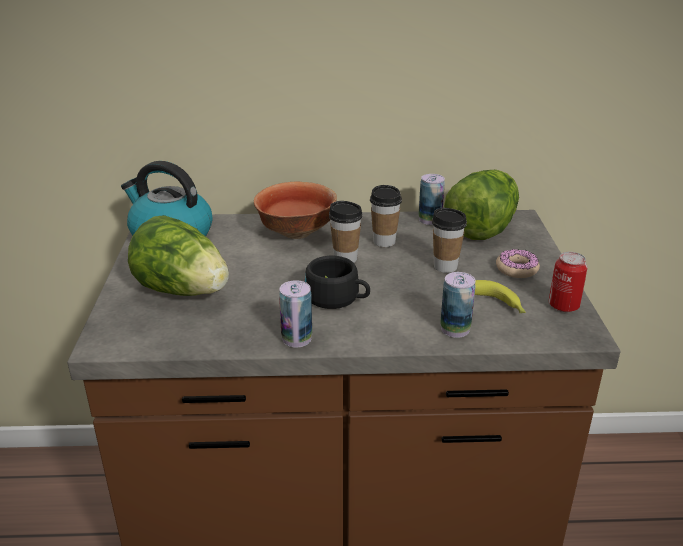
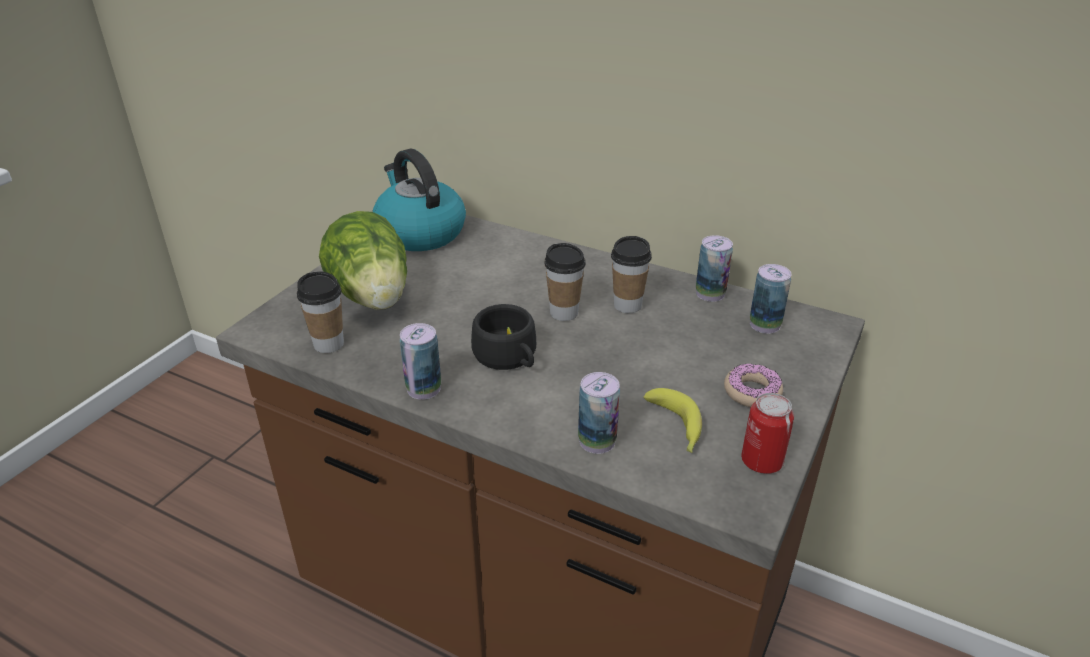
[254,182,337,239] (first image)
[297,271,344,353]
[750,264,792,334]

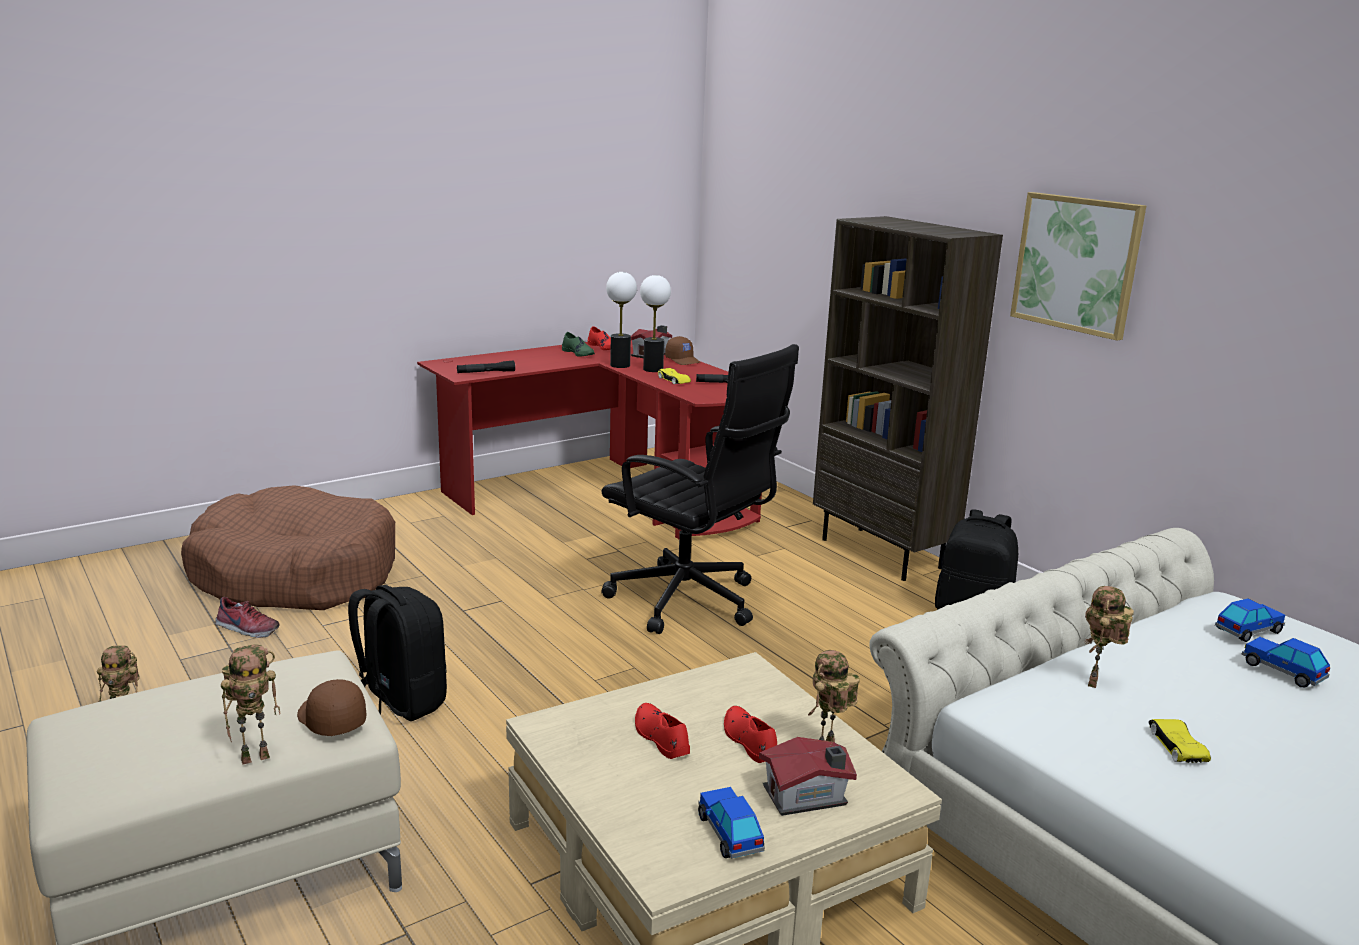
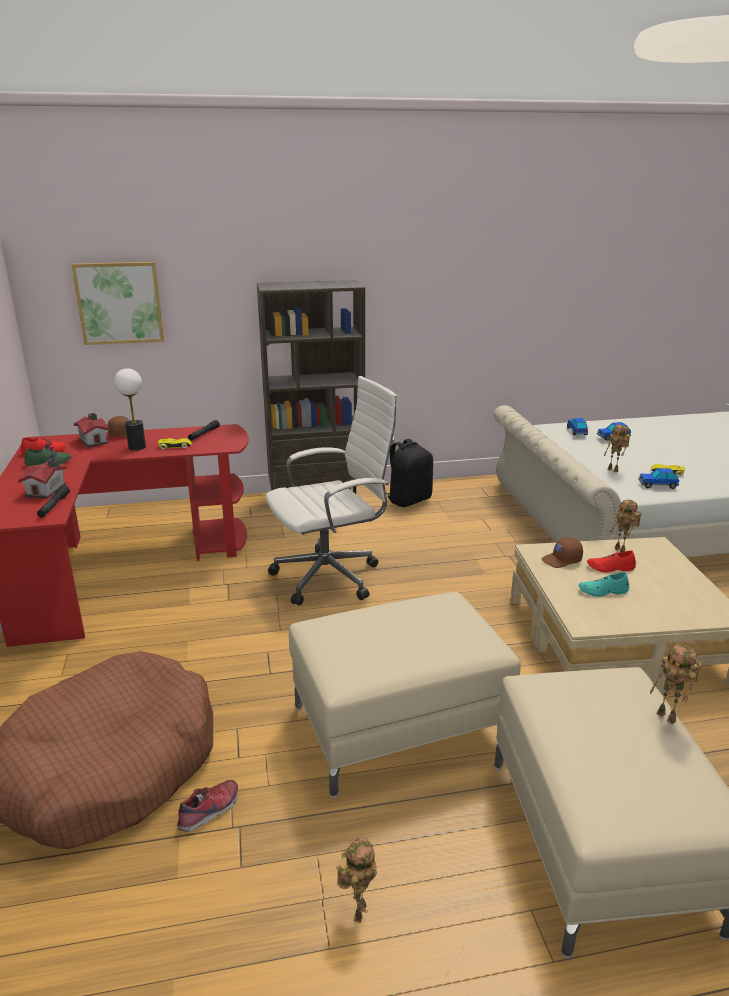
[606,272,637,368] (first image)
[542,537,583,568]
[638,468,679,489]
[18,458,67,498]
[71,262,164,345]
[289,592,521,798]
[265,376,398,606]
[578,572,629,597]
[650,644,701,724]

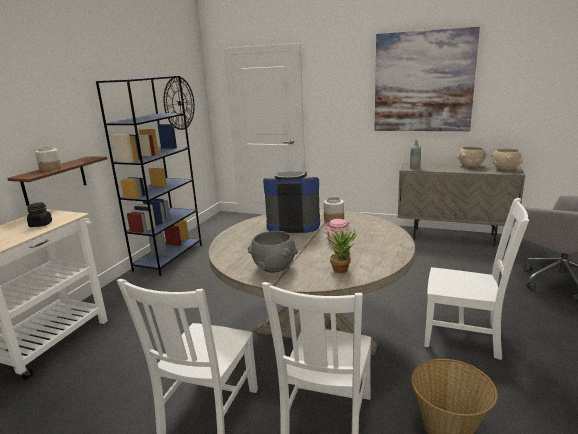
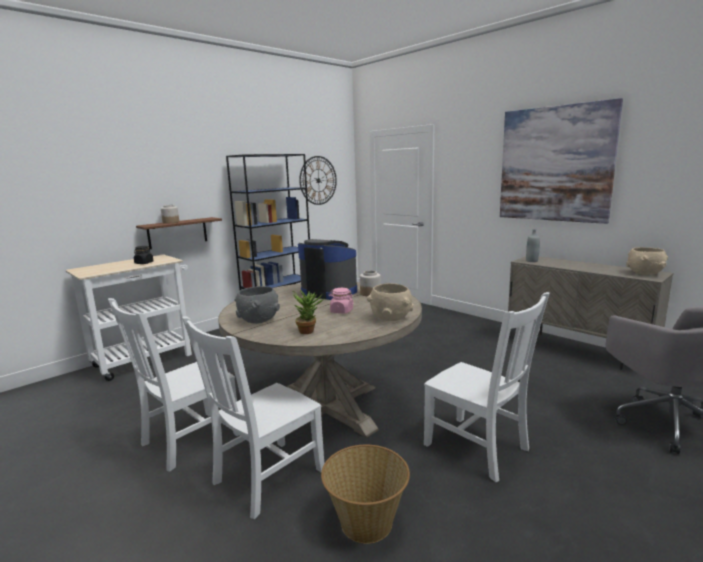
[367,283,414,321]

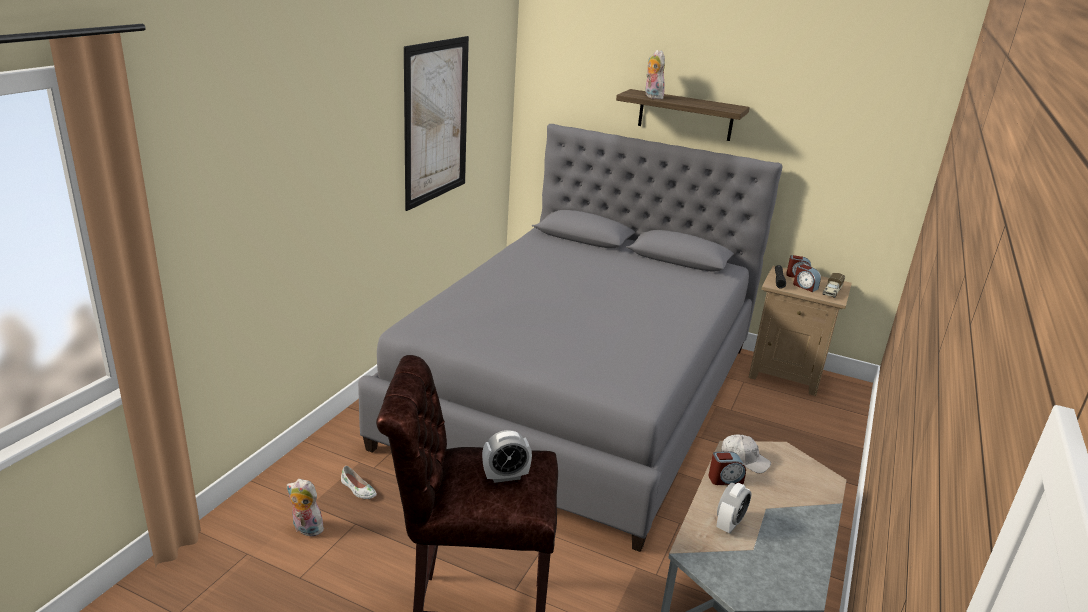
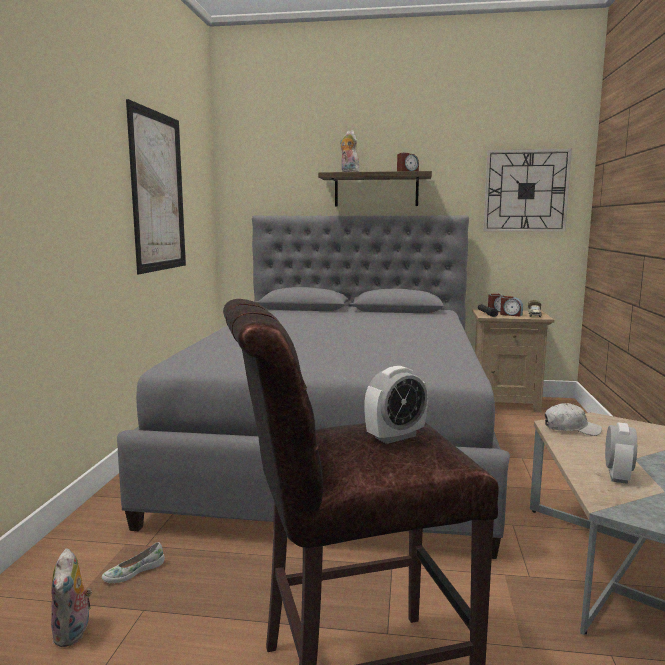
[483,149,572,232]
[397,153,419,171]
[51,548,92,647]
[102,542,165,583]

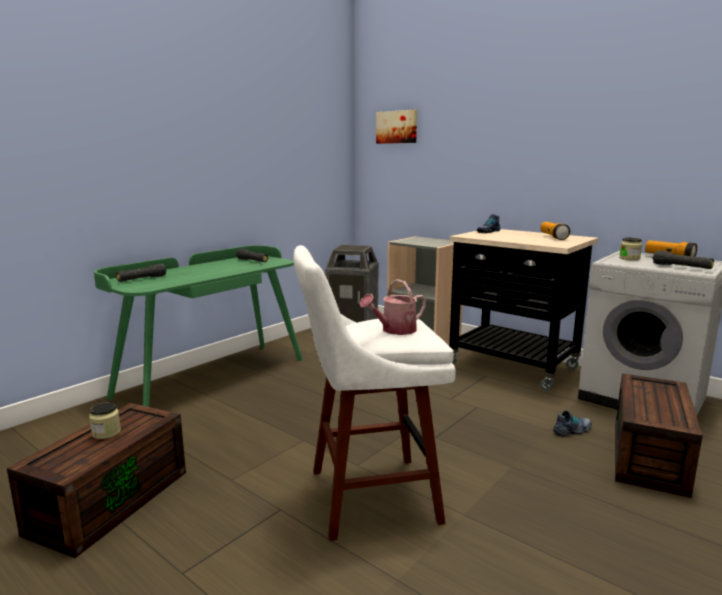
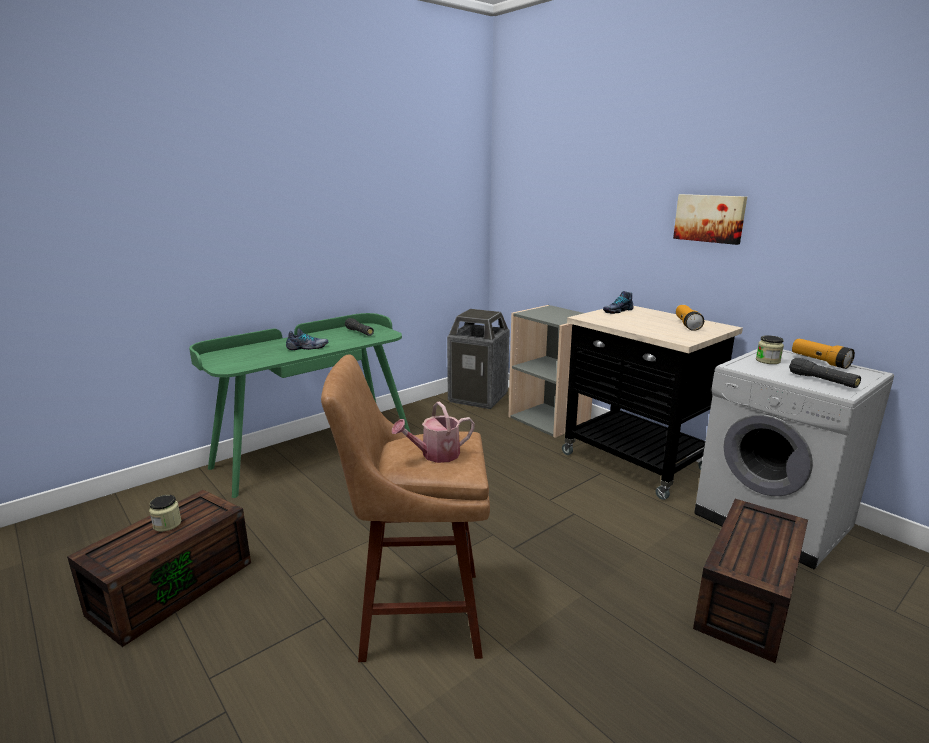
[116,264,166,282] (first image)
[673,194,747,245]
[286,329,328,350]
[321,354,490,662]

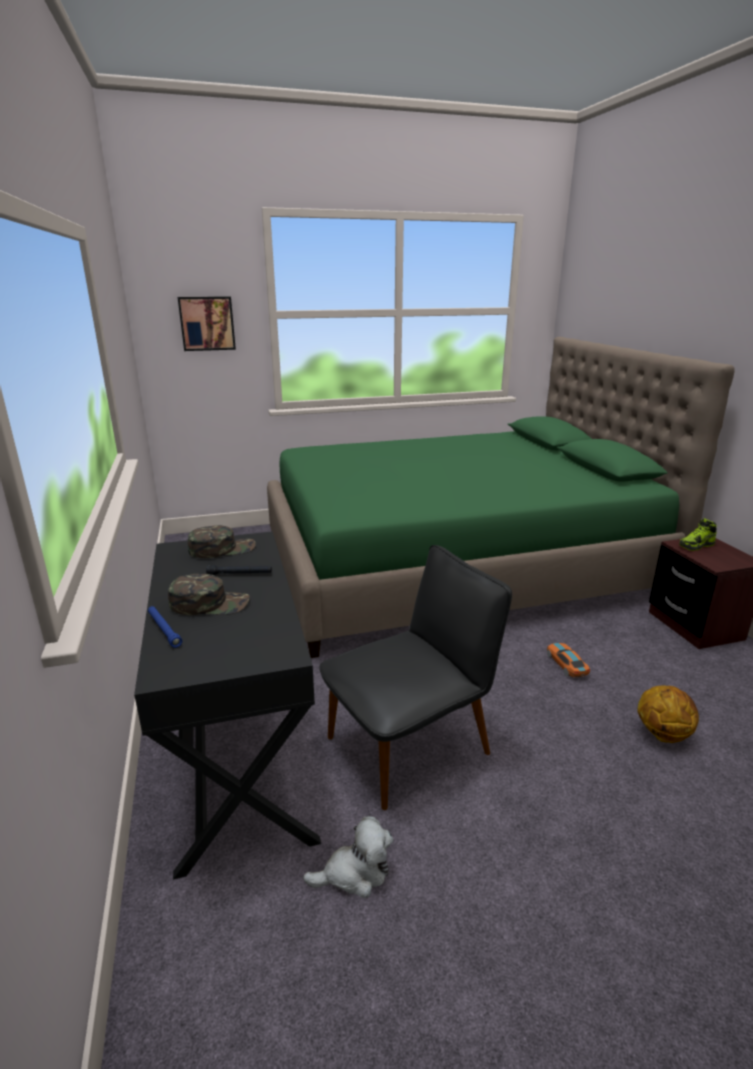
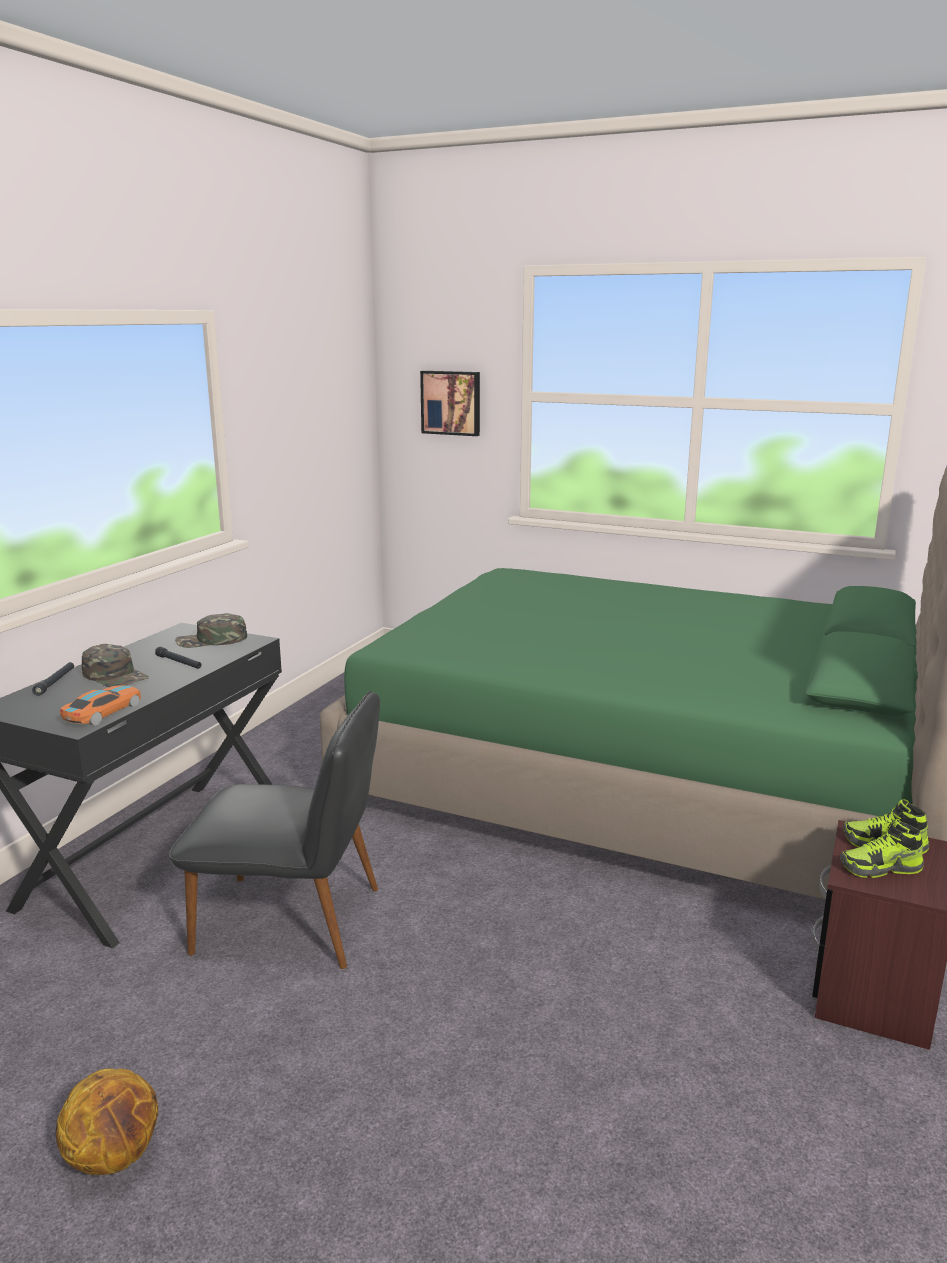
[303,816,393,898] (first image)
[840,819,924,878]
[60,685,141,725]
[56,1068,158,1175]
[32,662,74,696]
[175,613,247,648]

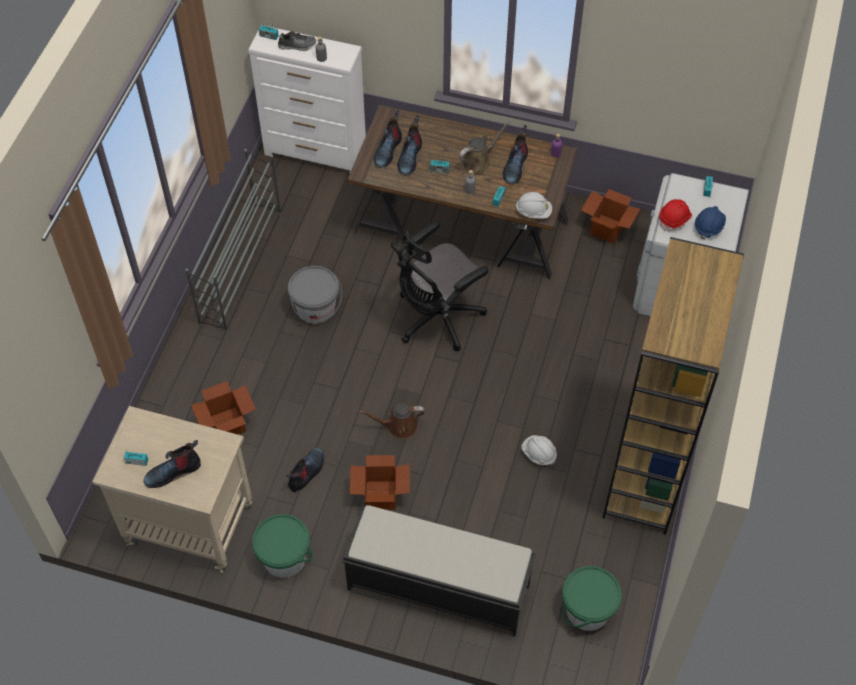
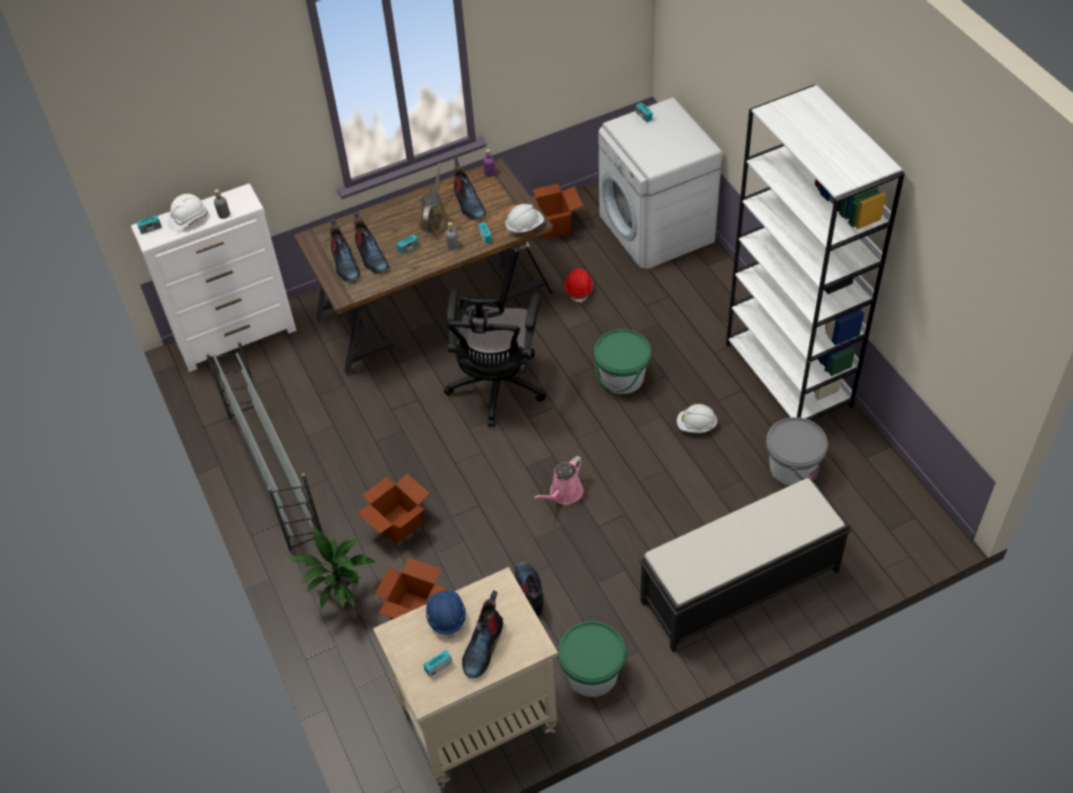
[285,525,376,610]
[766,417,828,486]
[357,474,430,545]
[594,329,651,394]
[565,269,593,303]
[426,591,466,638]
[167,194,208,232]
[534,456,583,505]
[726,85,905,421]

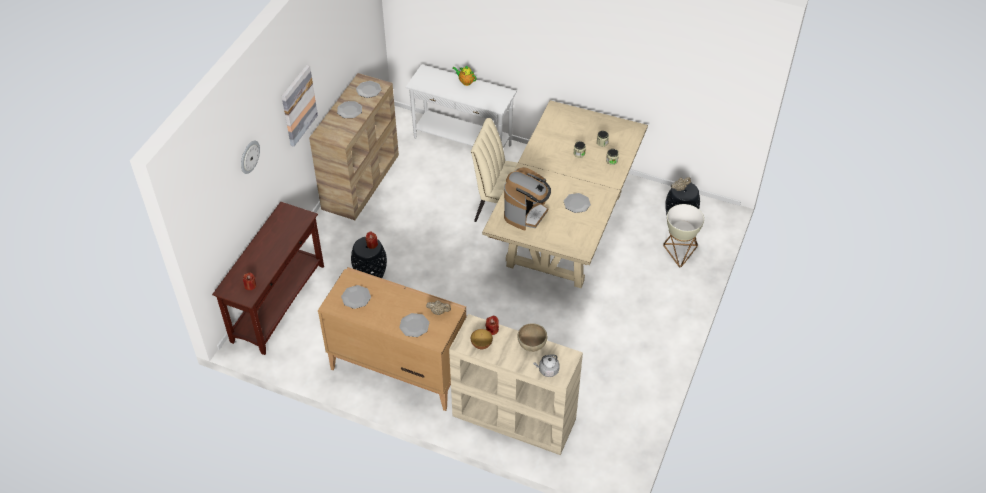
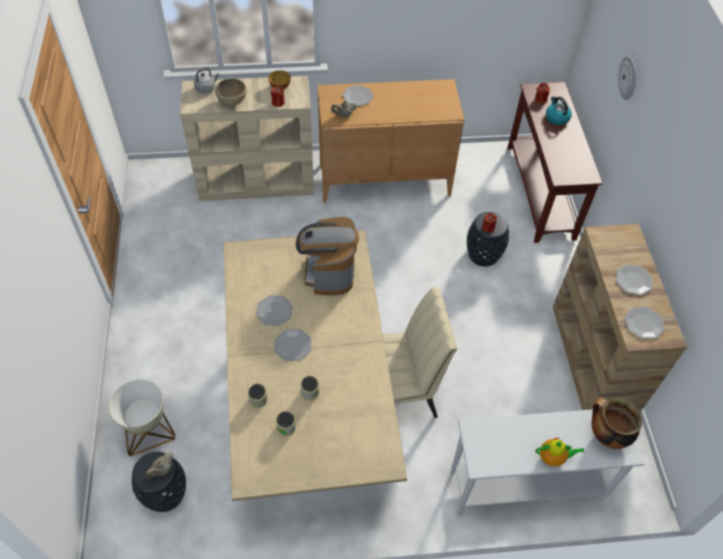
[282,65,318,147] (first image)
[546,96,572,125]
[592,398,642,449]
[275,329,311,361]

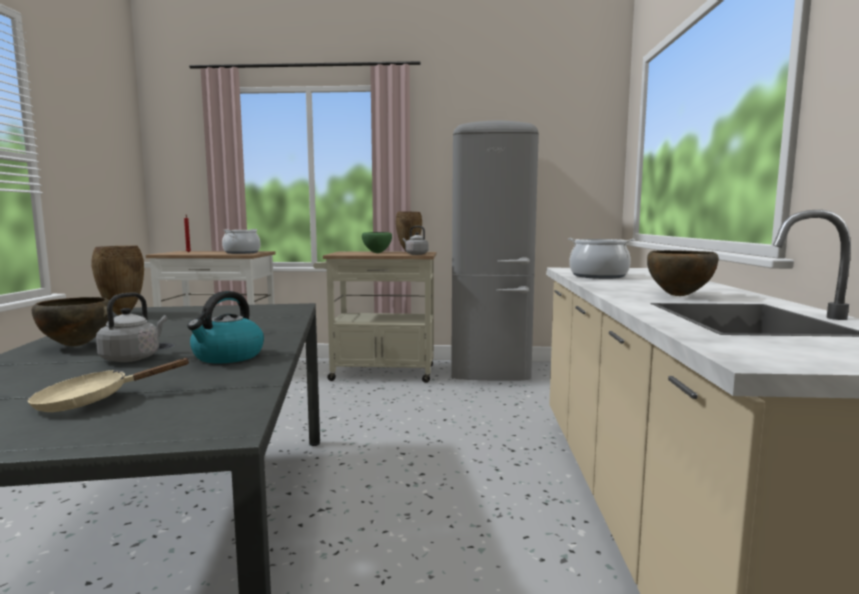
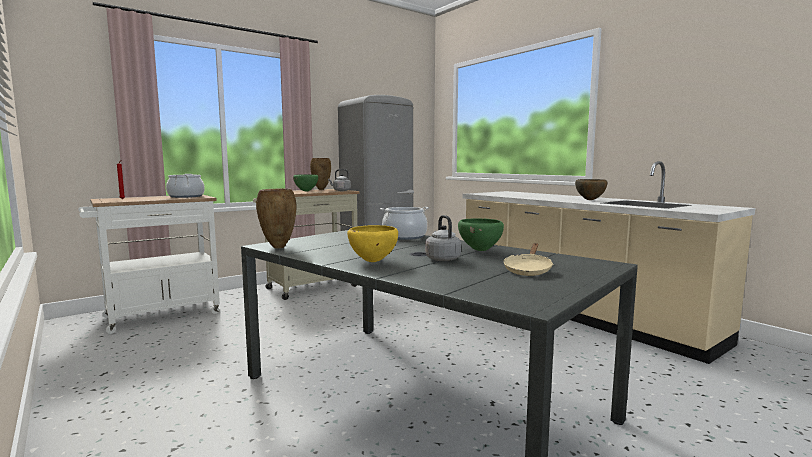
[380,207,429,240]
[458,218,504,251]
[347,225,398,262]

